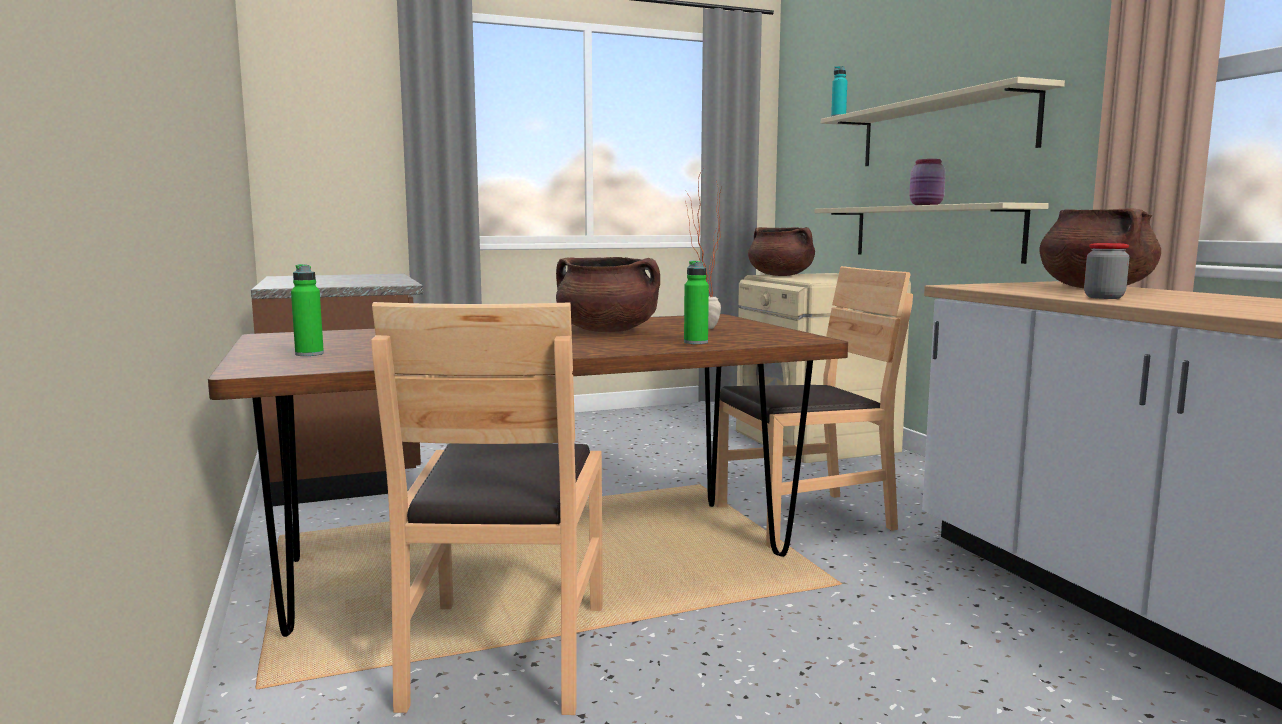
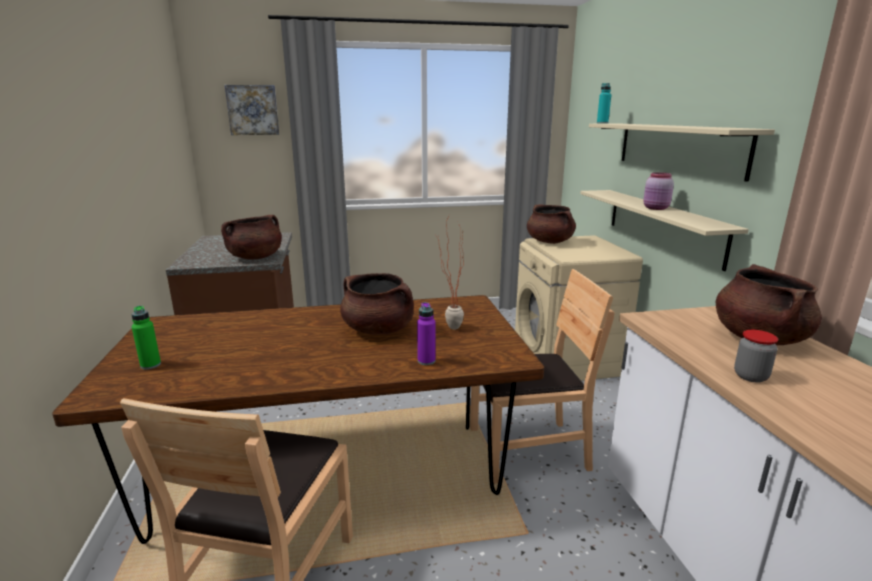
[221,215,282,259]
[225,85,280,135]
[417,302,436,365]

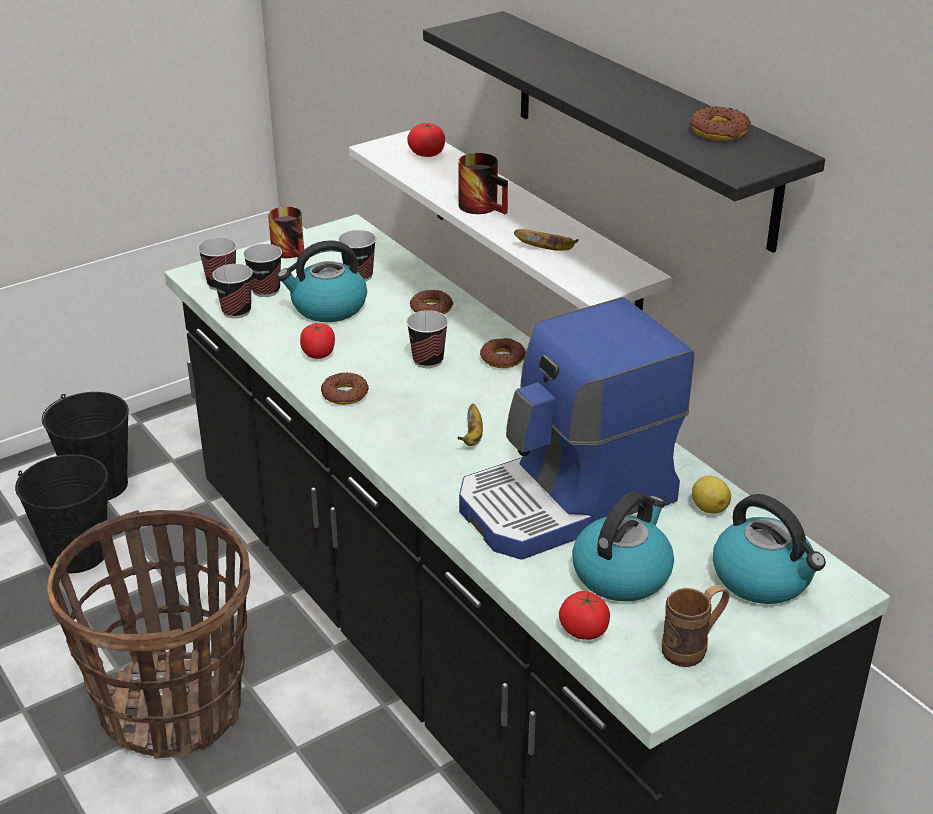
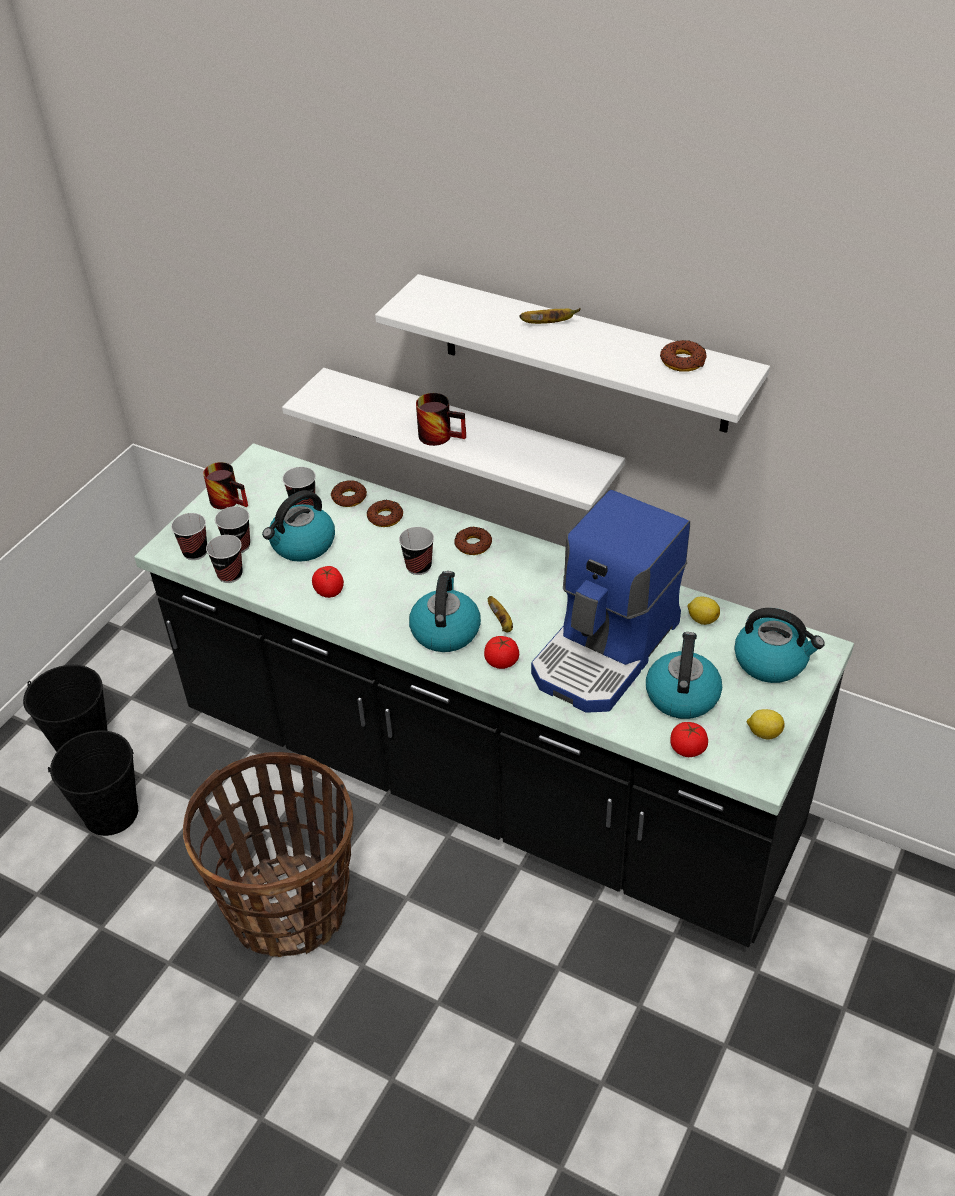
[409,571,481,652]
[331,480,367,507]
[484,636,519,669]
[520,308,581,324]
[747,709,785,740]
[375,274,770,433]

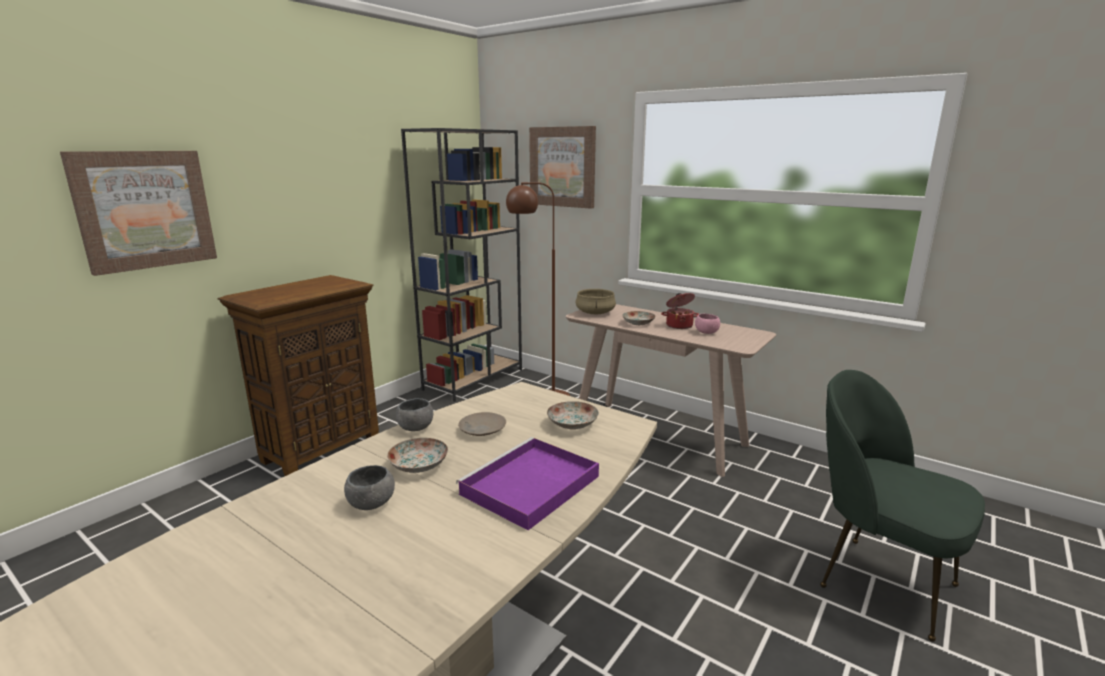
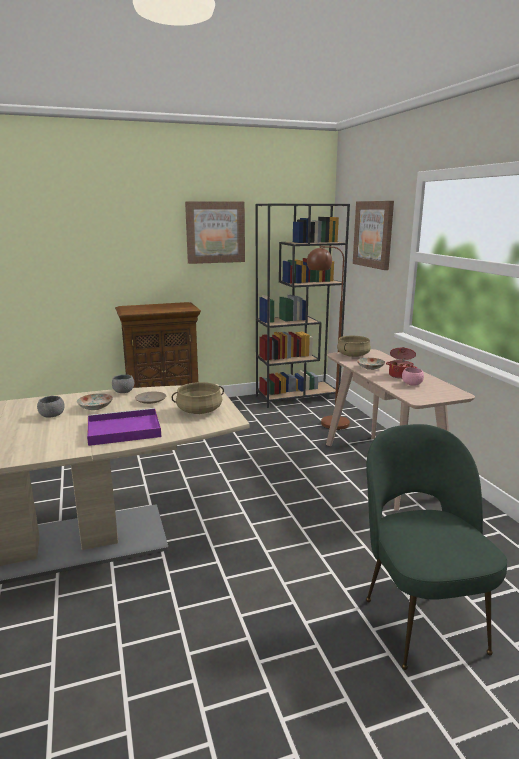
[185,201,245,264]
[172,382,224,414]

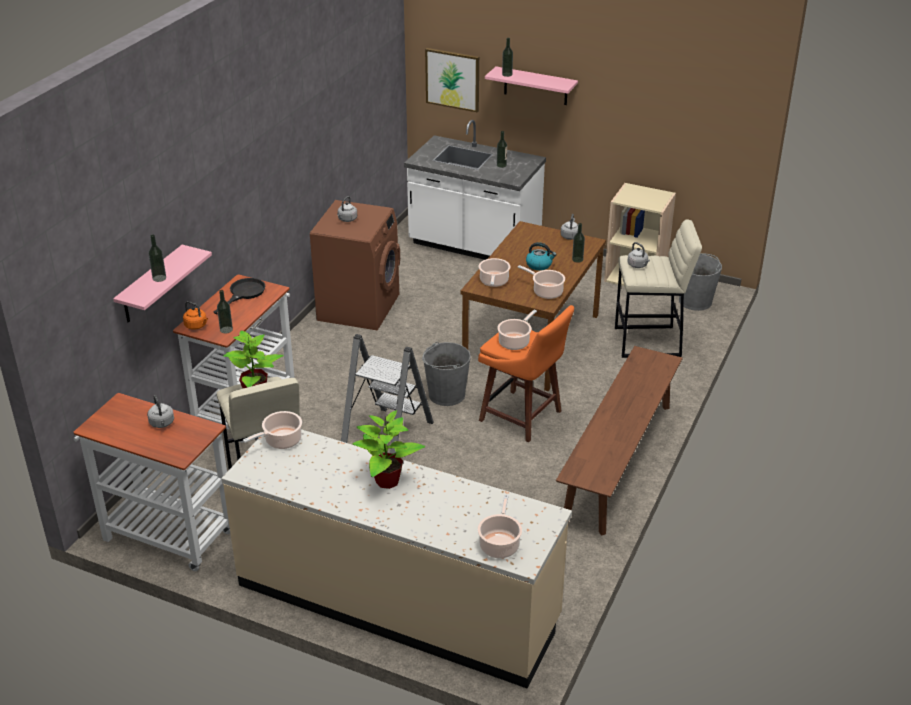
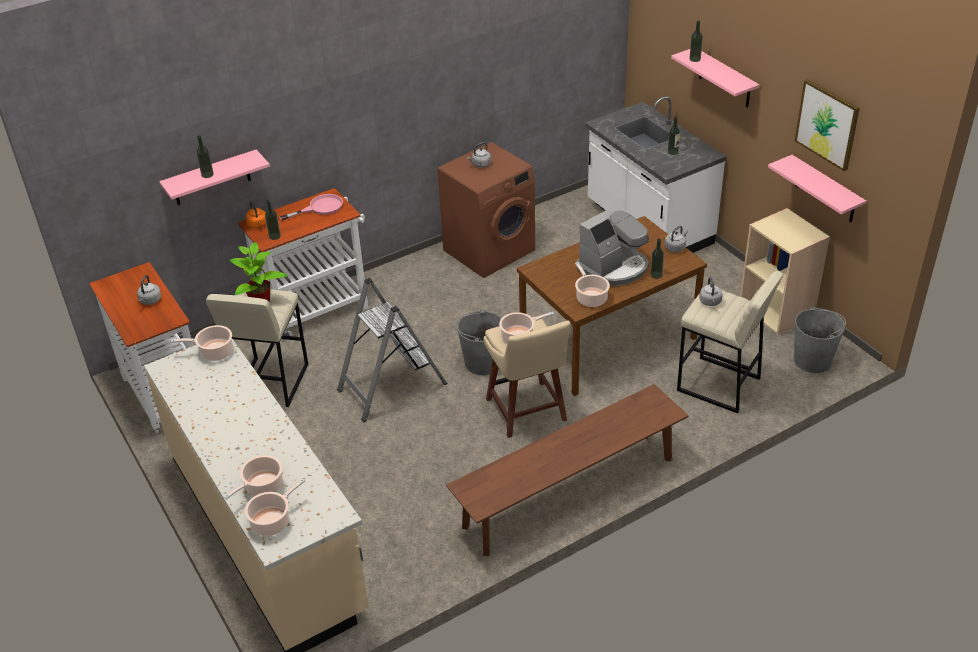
[353,410,425,489] (first image)
[768,155,866,222]
[795,79,860,171]
[224,455,283,500]
[576,204,649,286]
[279,194,343,221]
[484,316,571,438]

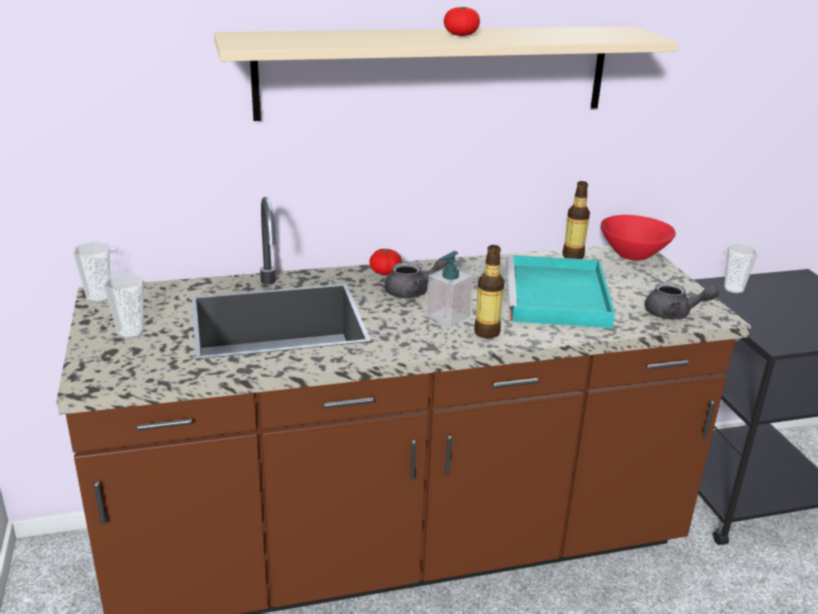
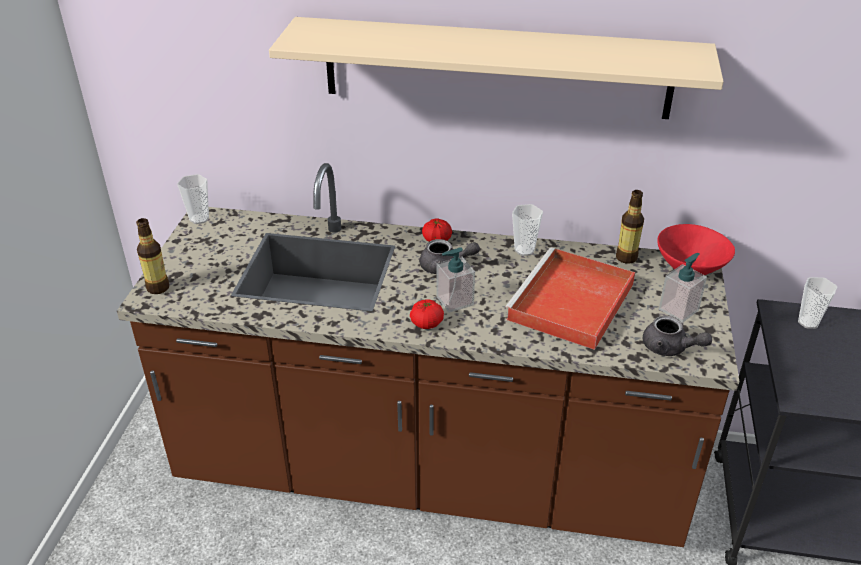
[659,253,707,323]
[512,204,543,256]
[410,299,444,329]
[136,218,169,294]
[504,248,635,350]

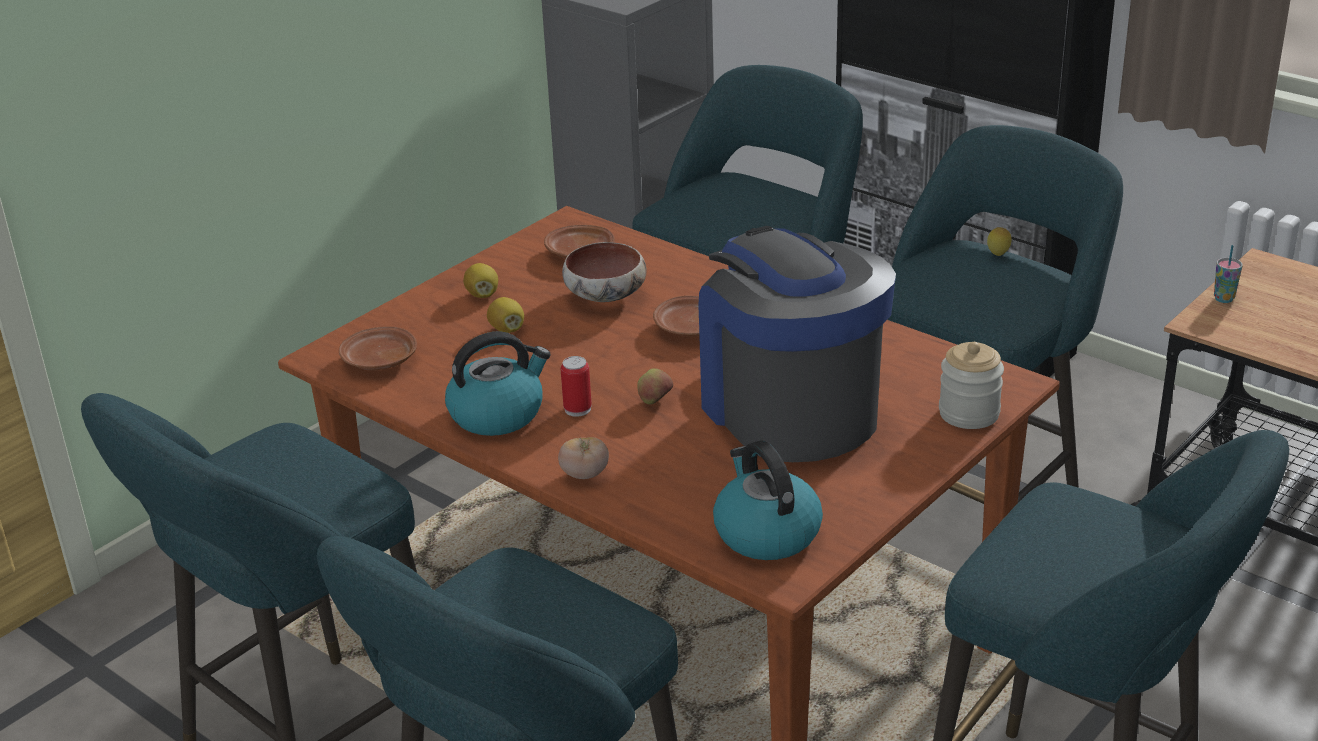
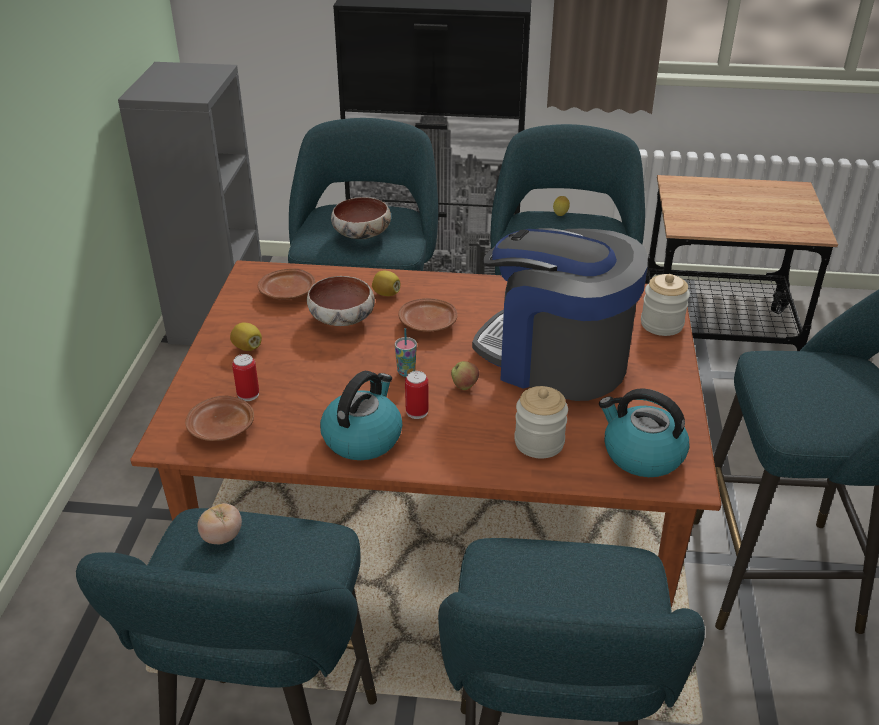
[232,354,259,401]
[331,197,391,239]
[514,386,568,458]
[372,271,400,296]
[198,503,242,544]
[395,328,417,377]

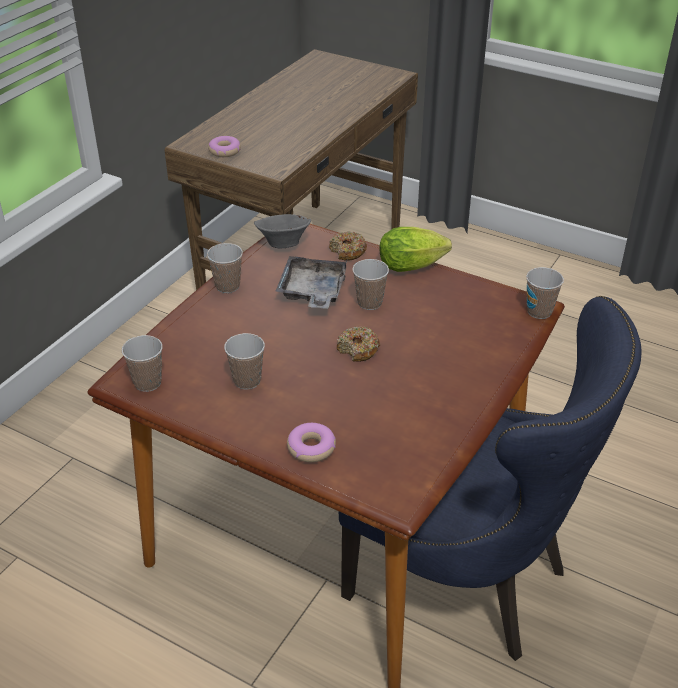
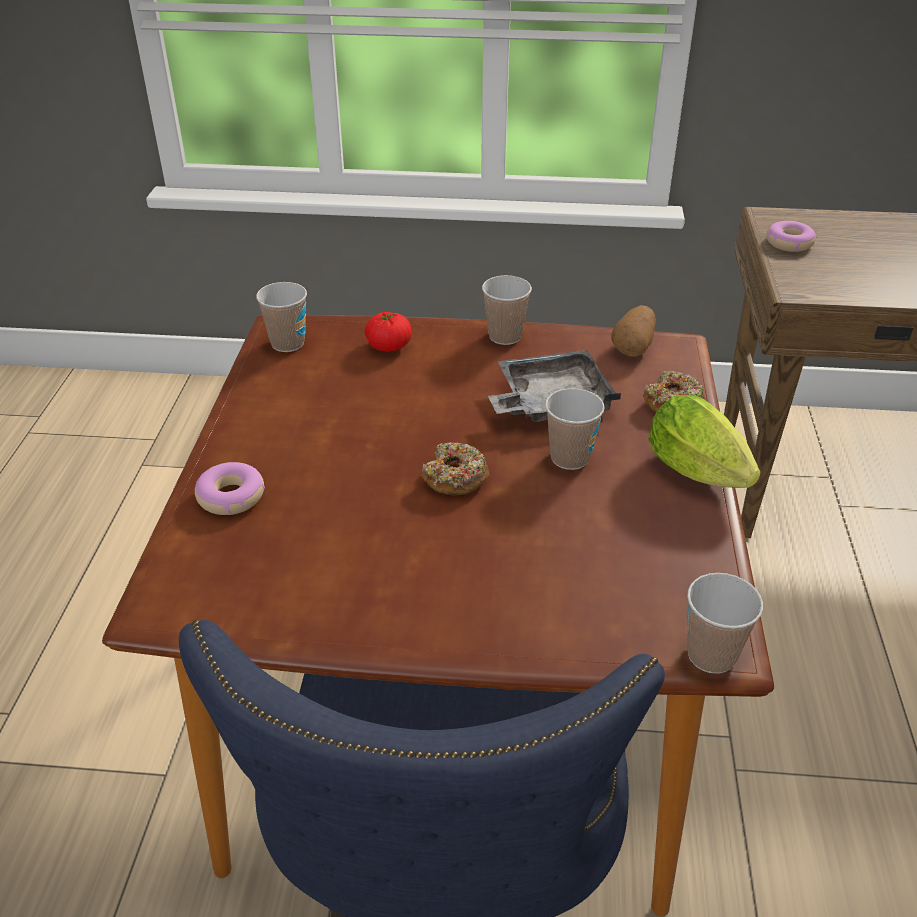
[224,333,265,390] (first image)
[365,312,411,352]
[611,305,656,357]

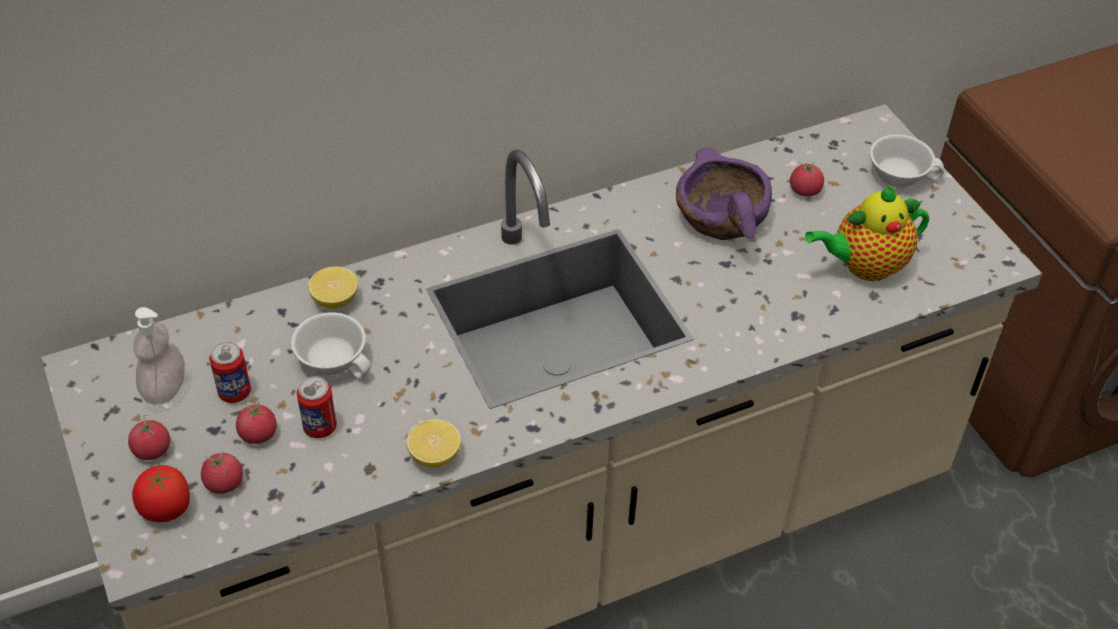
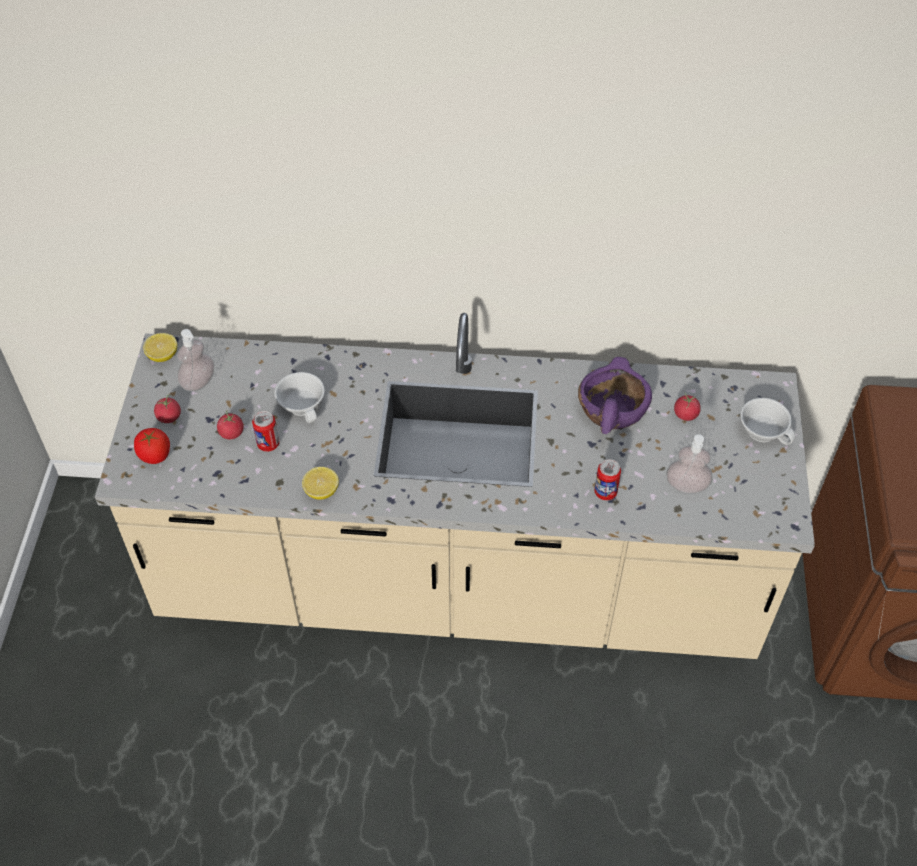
[201,451,243,494] (first image)
[594,459,621,500]
[143,333,177,362]
[666,434,712,494]

